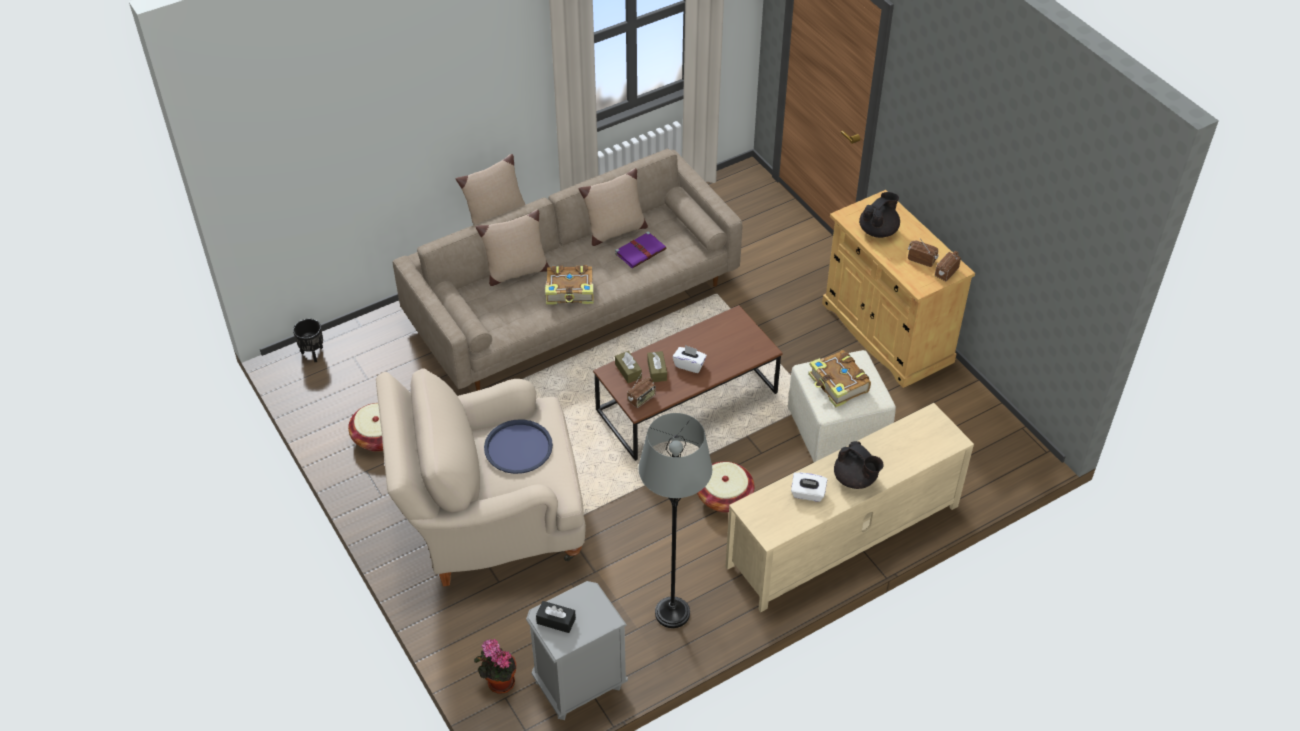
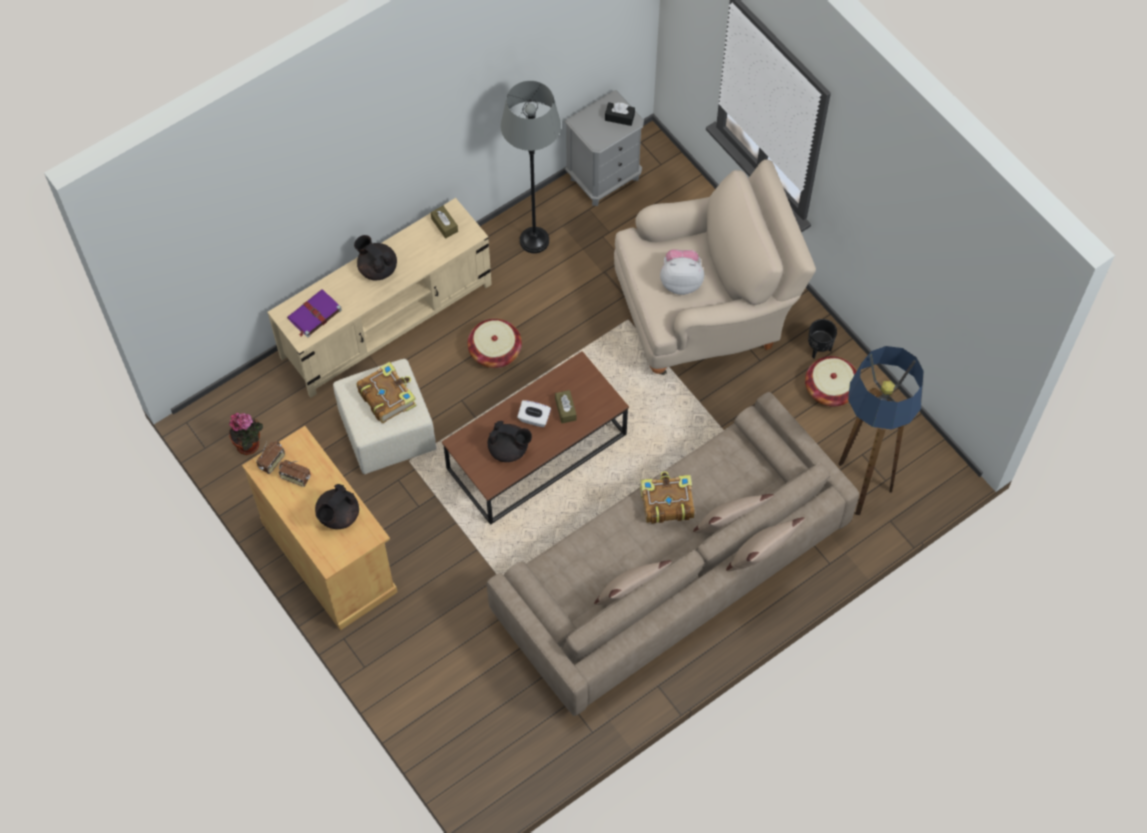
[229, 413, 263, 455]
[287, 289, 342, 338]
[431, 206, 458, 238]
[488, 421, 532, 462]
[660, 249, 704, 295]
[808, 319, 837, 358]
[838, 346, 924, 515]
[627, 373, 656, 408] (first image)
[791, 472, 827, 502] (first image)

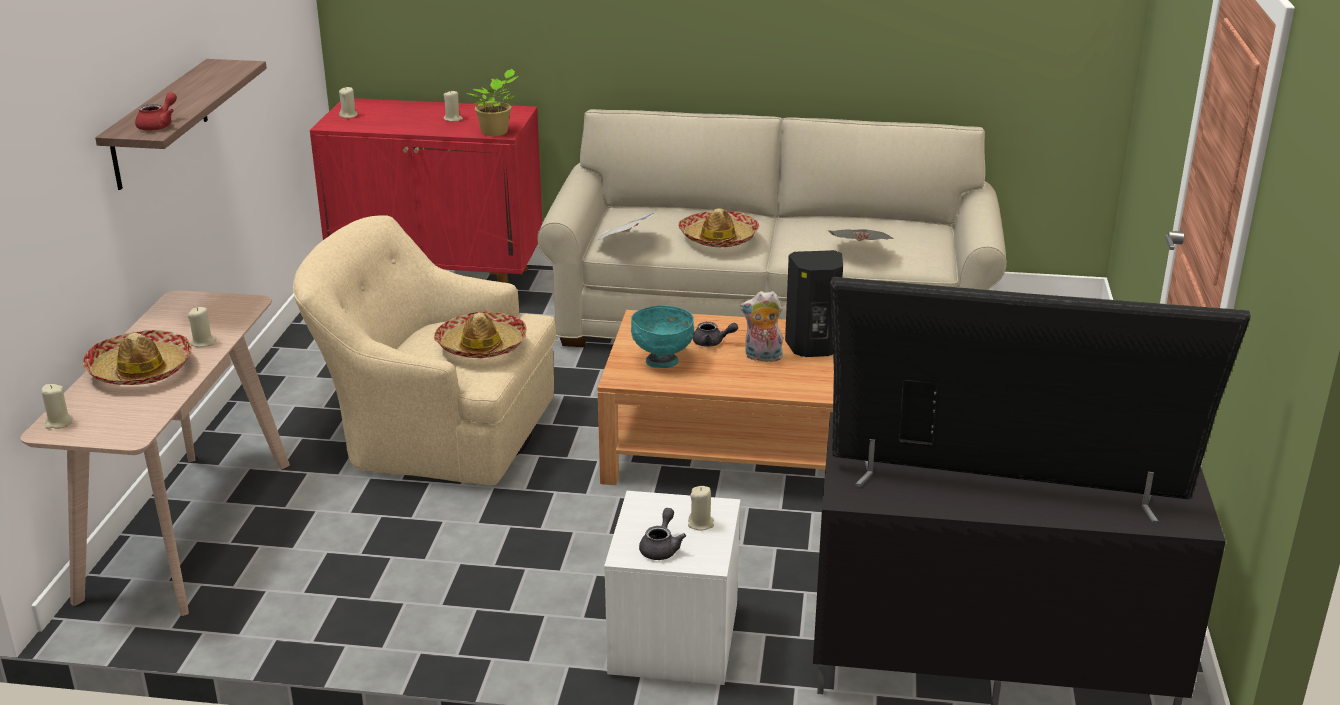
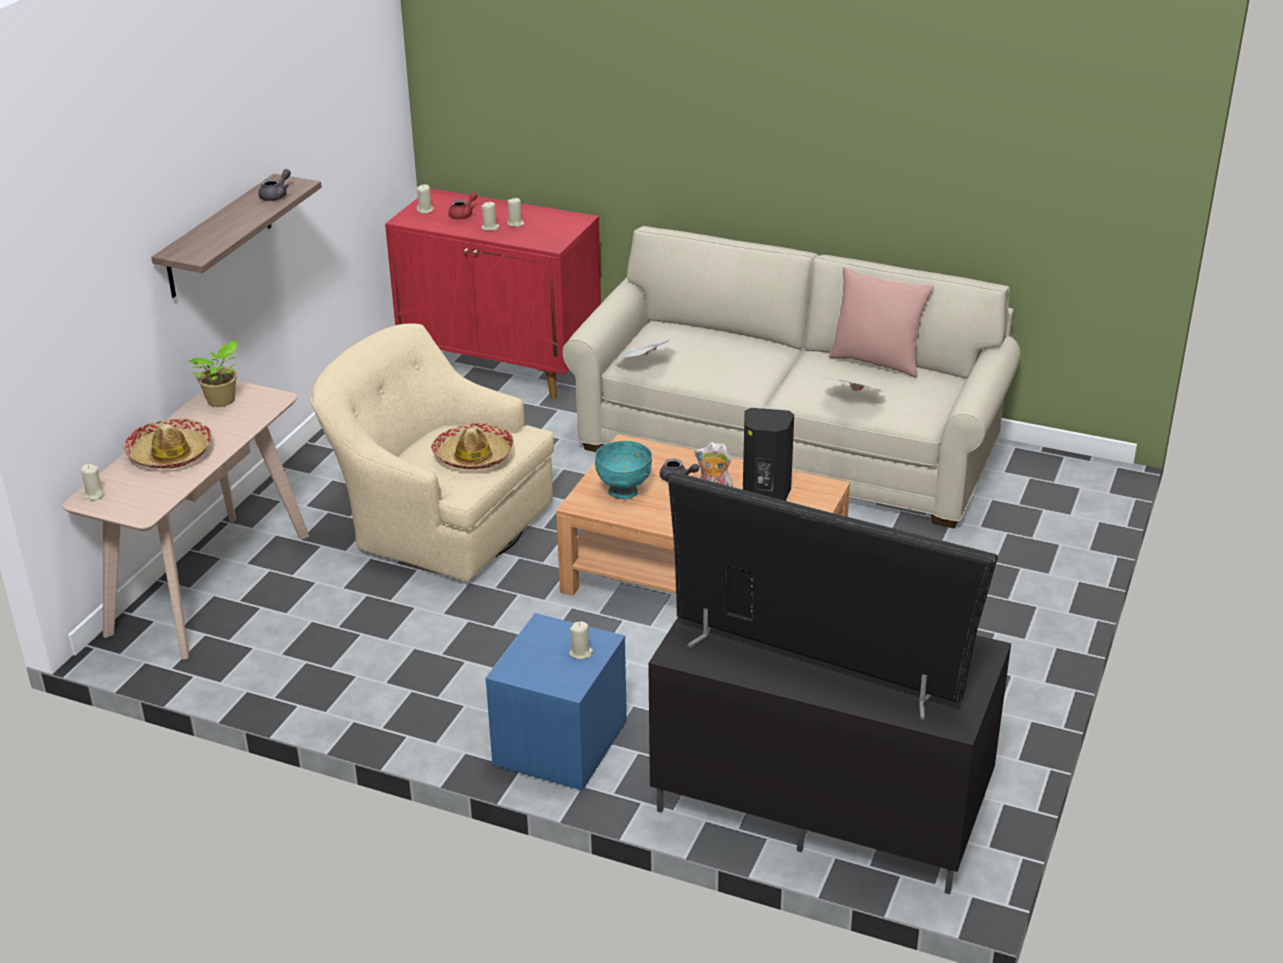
[188, 340, 237, 407]
[259, 169, 291, 201]
[448, 192, 478, 219]
[481, 202, 499, 231]
[485, 613, 627, 791]
[829, 267, 934, 378]
[678, 208, 759, 247] (first image)

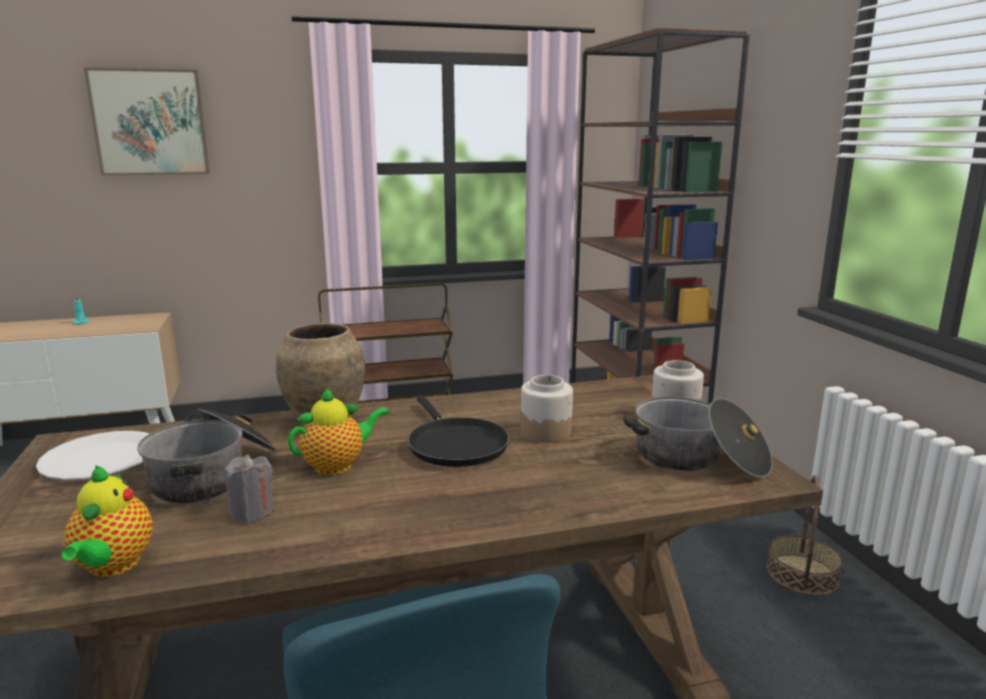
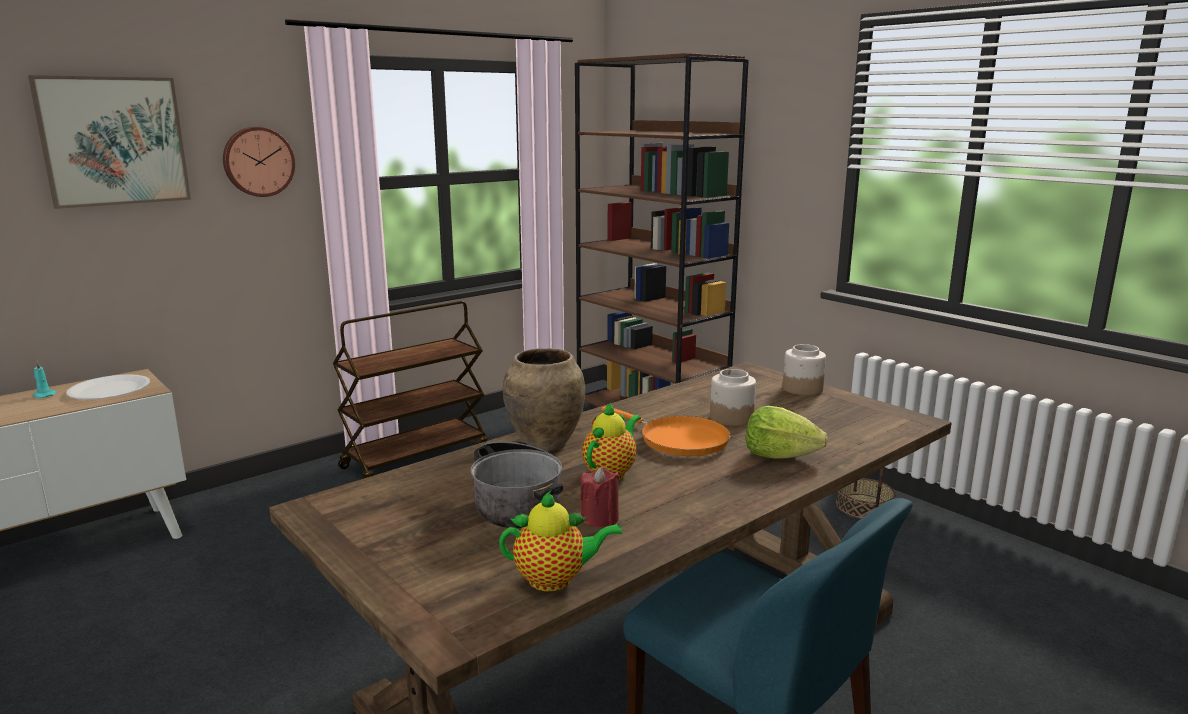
[66, 374, 150, 400]
[223, 127, 295, 197]
[499, 491, 622, 591]
[580, 467, 619, 528]
[601, 406, 731, 456]
[745, 406, 828, 459]
[623, 397, 773, 478] (first image)

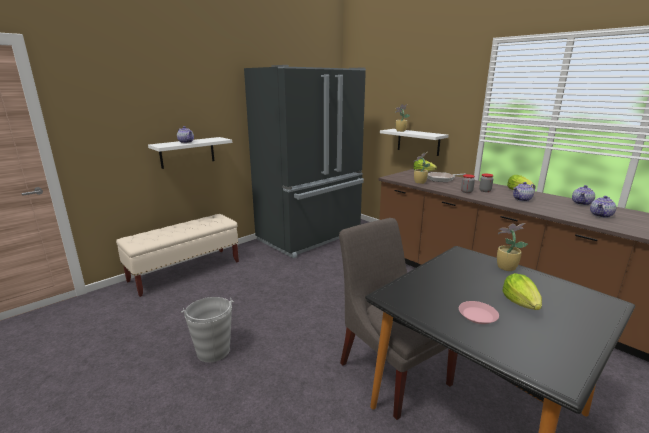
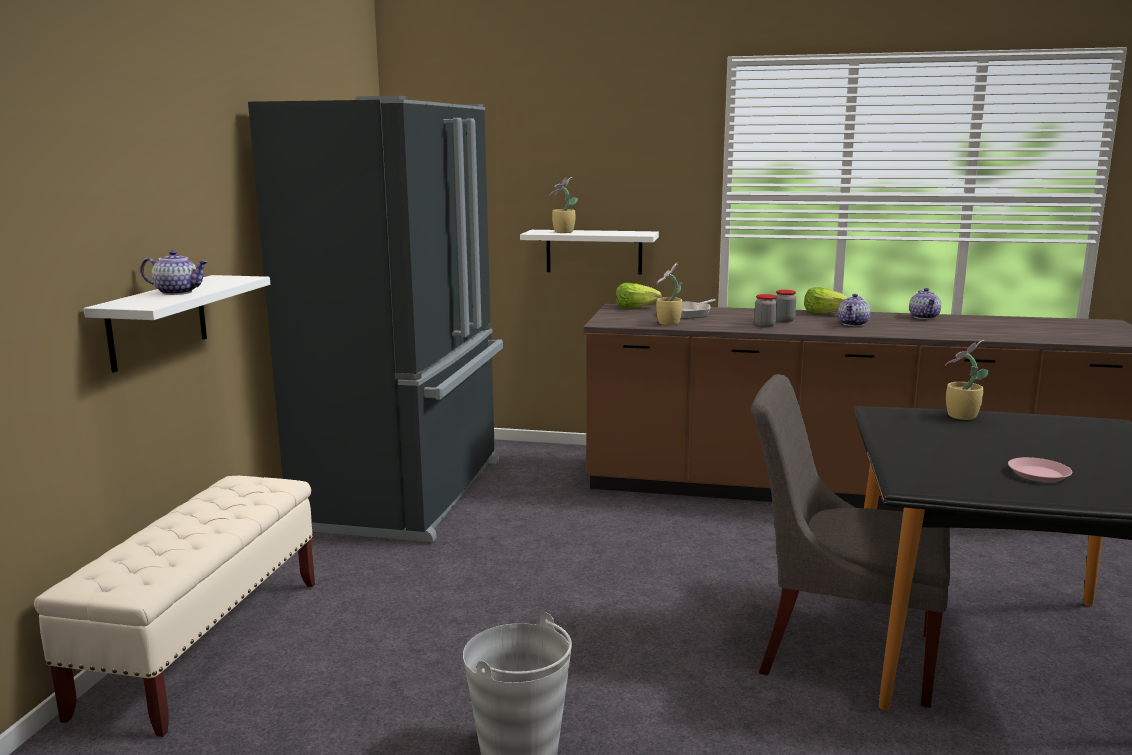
[503, 273, 542, 310] (first image)
[590, 196, 616, 218] (first image)

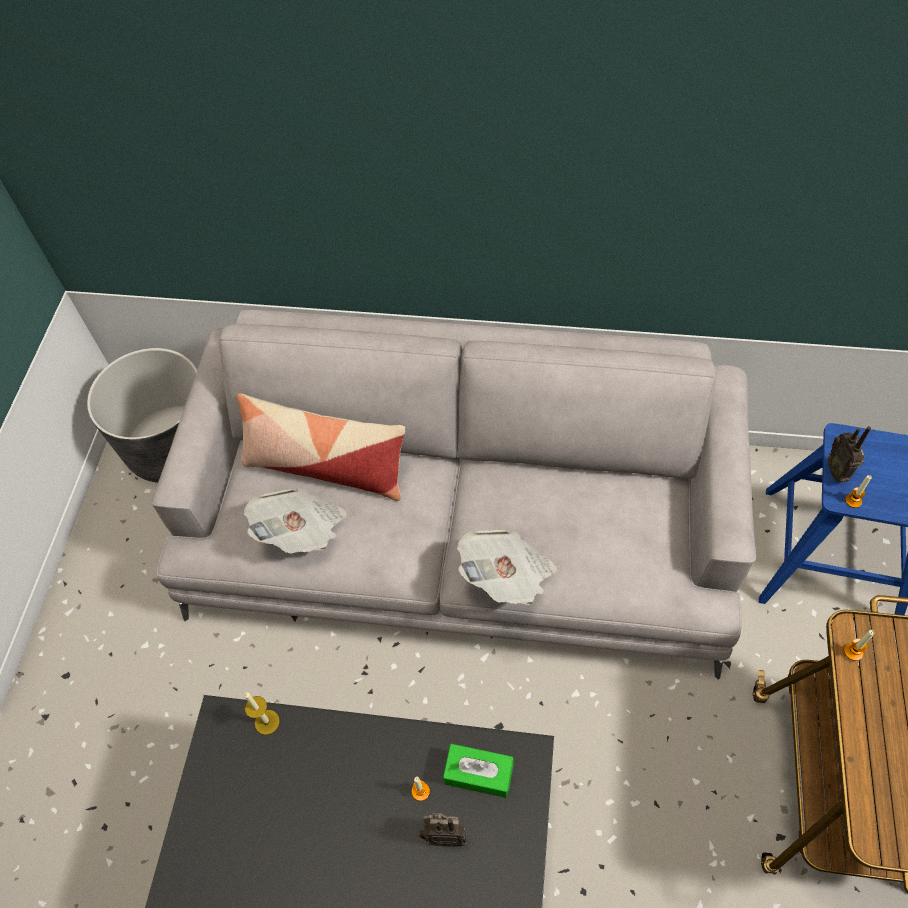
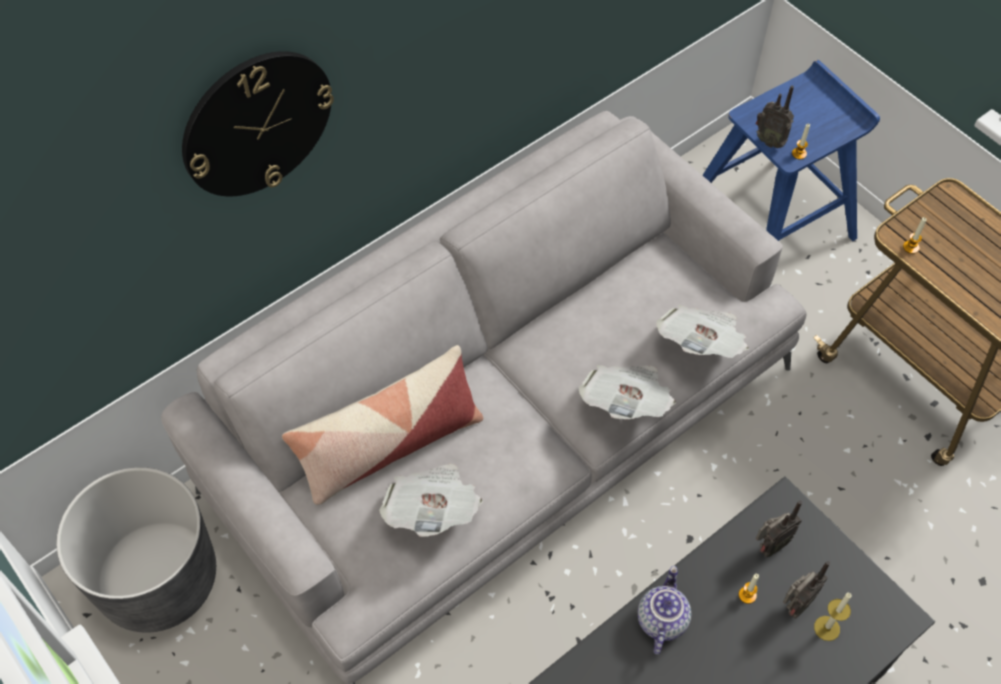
[182, 51, 334, 196]
[638, 566, 691, 655]
[656, 305, 749, 358]
[756, 500, 802, 557]
[814, 593, 852, 641]

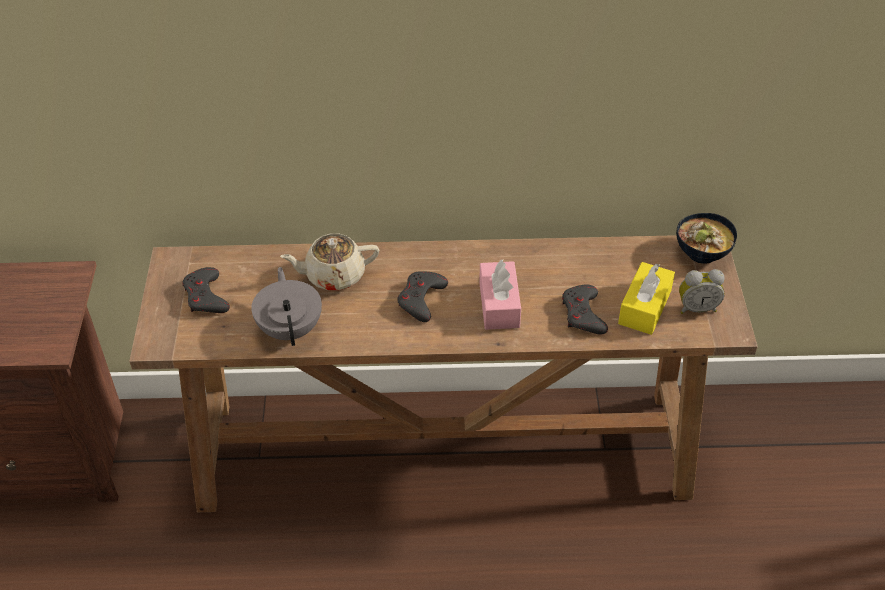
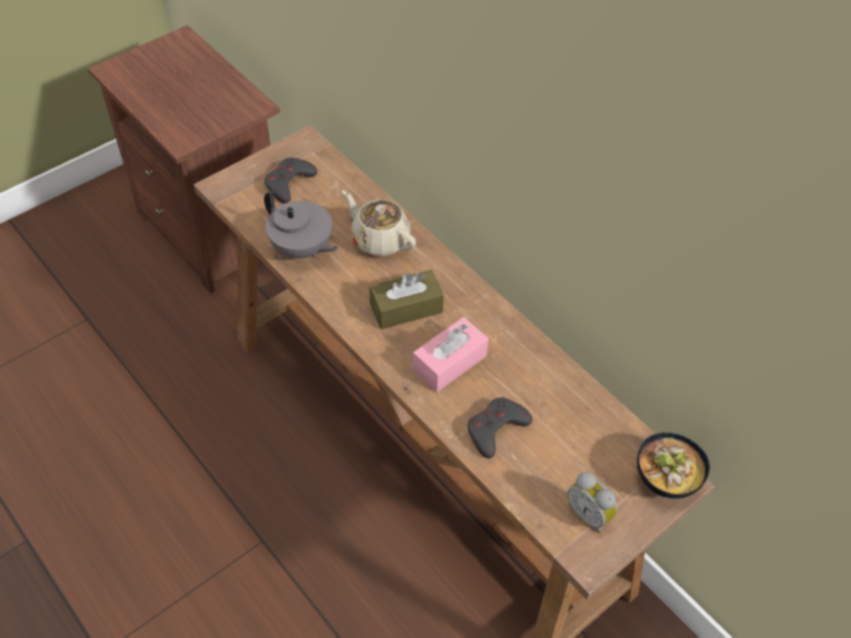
[264, 191, 338, 258]
[369, 270, 444, 329]
[618, 262, 675, 335] (first image)

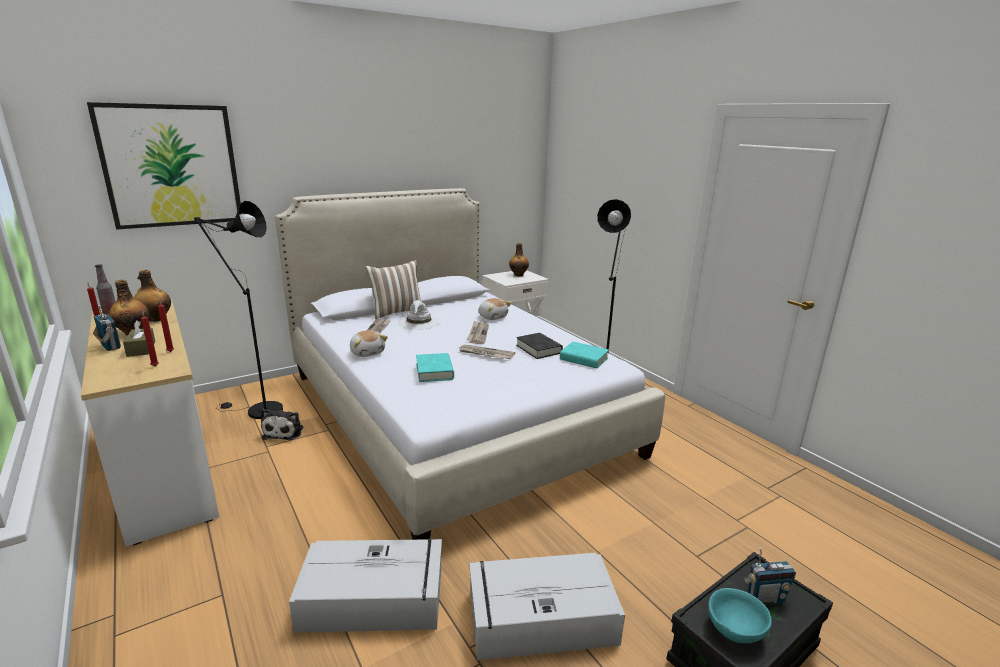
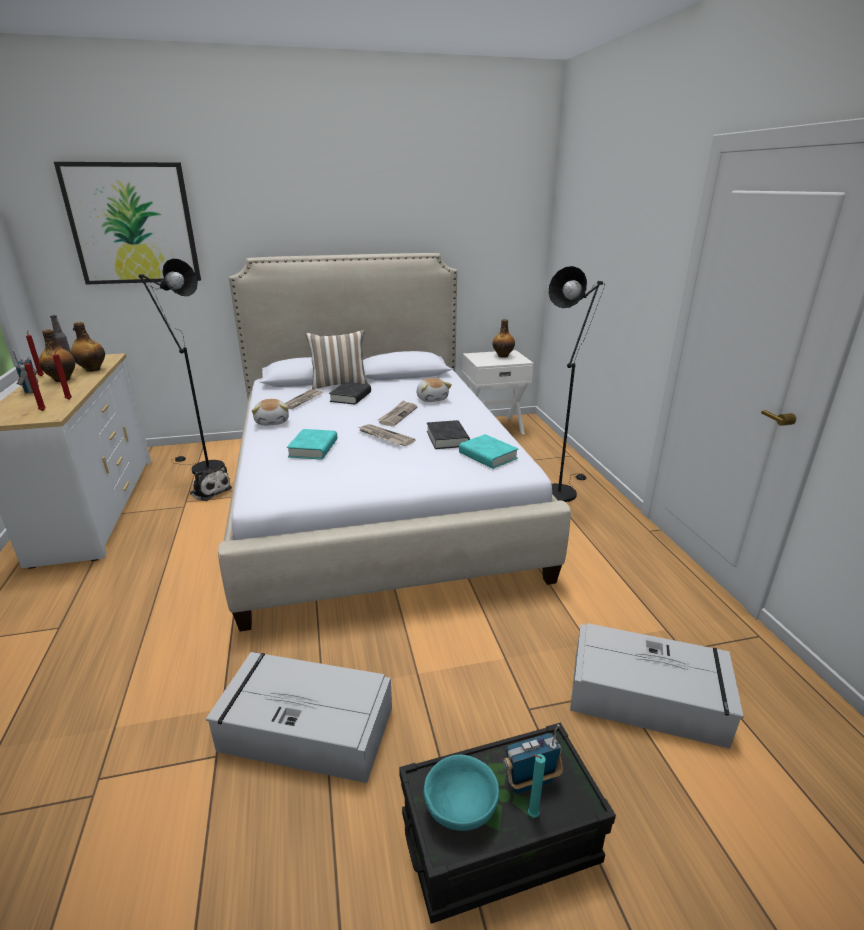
[190, 464, 232, 501]
[329, 382, 371, 405]
[503, 724, 563, 794]
[528, 754, 546, 818]
[570, 623, 744, 749]
[123, 320, 155, 357] (first image)

